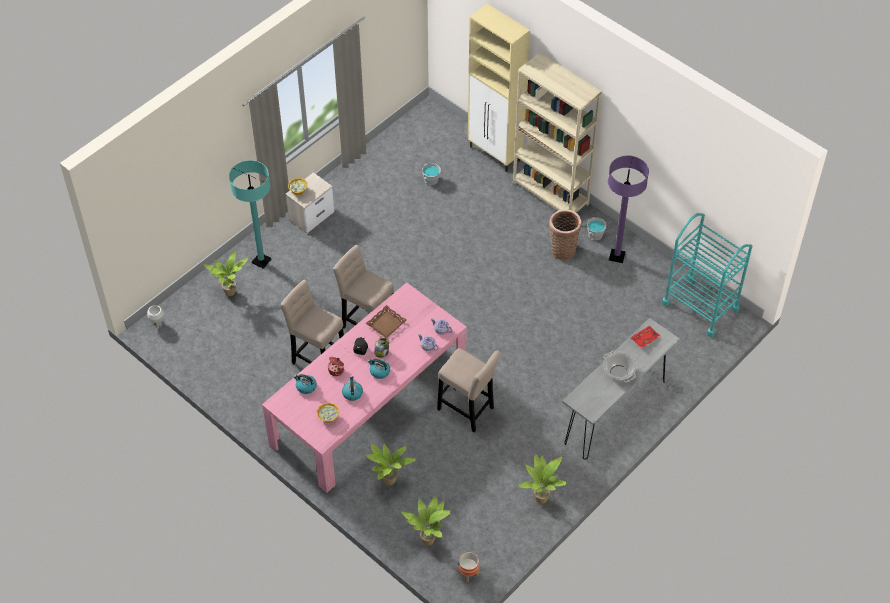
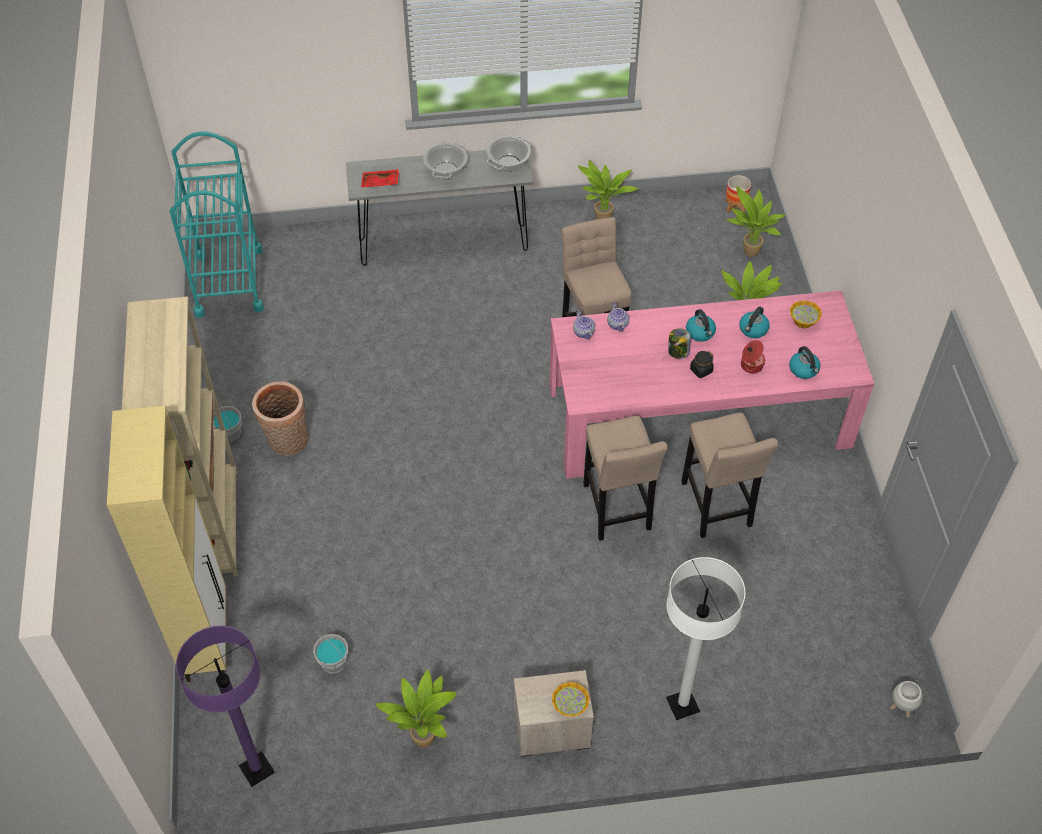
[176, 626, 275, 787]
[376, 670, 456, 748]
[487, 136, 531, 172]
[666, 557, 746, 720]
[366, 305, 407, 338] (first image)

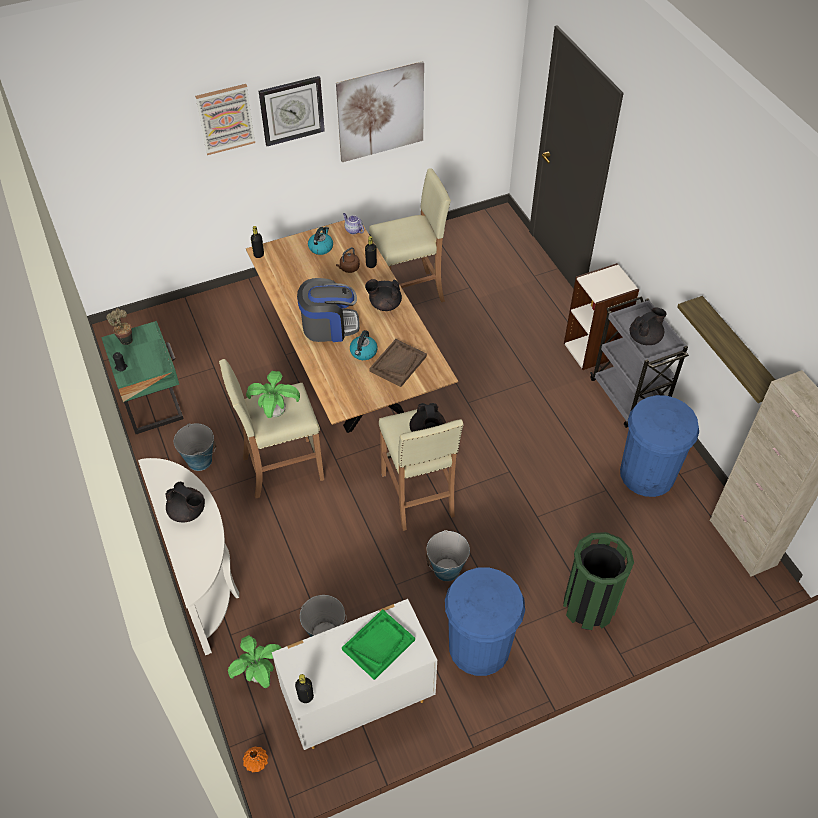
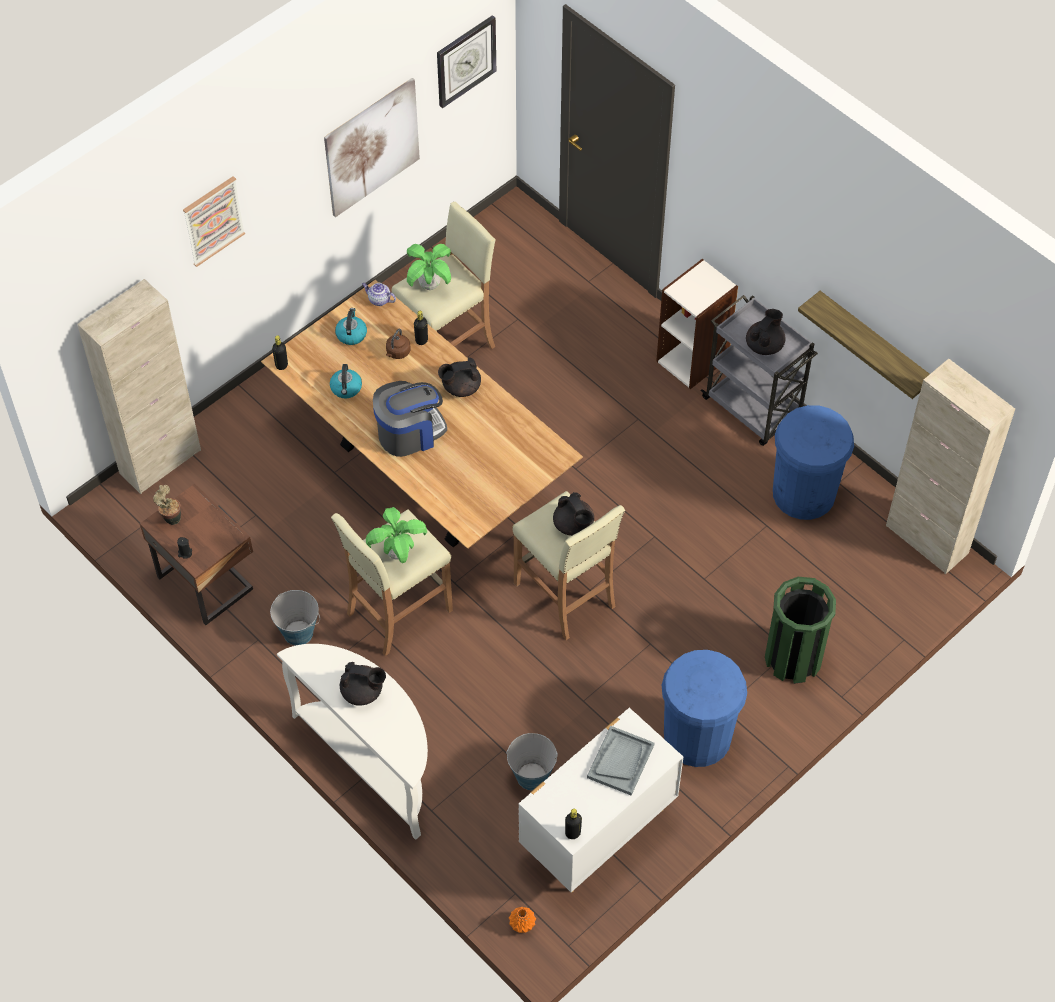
[77, 279, 201, 494]
[140, 483, 253, 625]
[330, 364, 362, 399]
[407, 244, 451, 290]
[437, 15, 496, 108]
[587, 726, 654, 796]
[369, 339, 427, 387] (first image)
[426, 530, 470, 581] (first image)

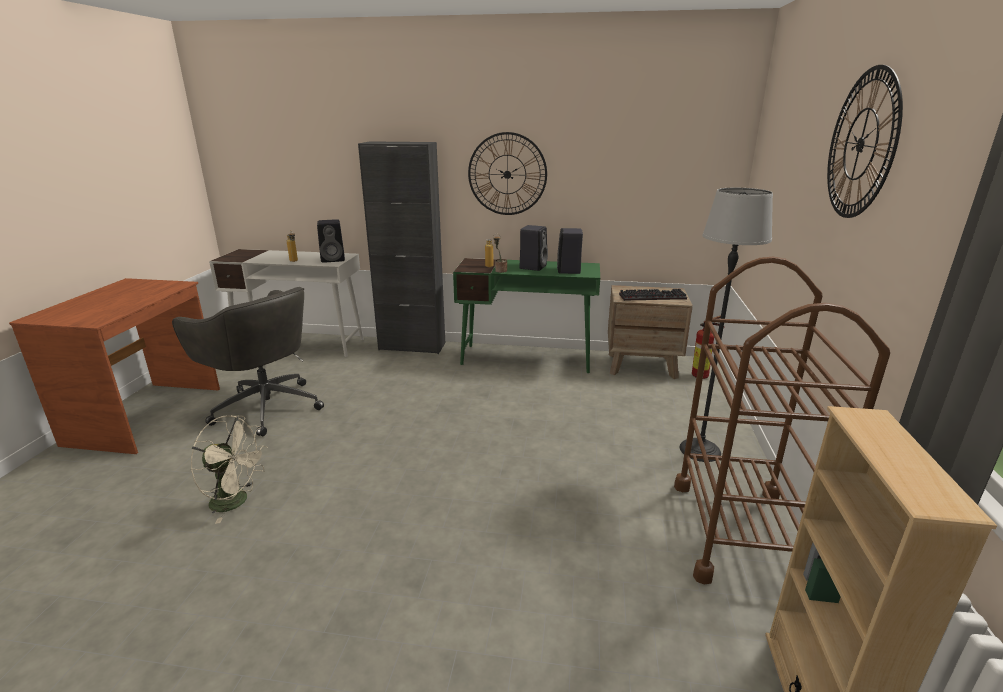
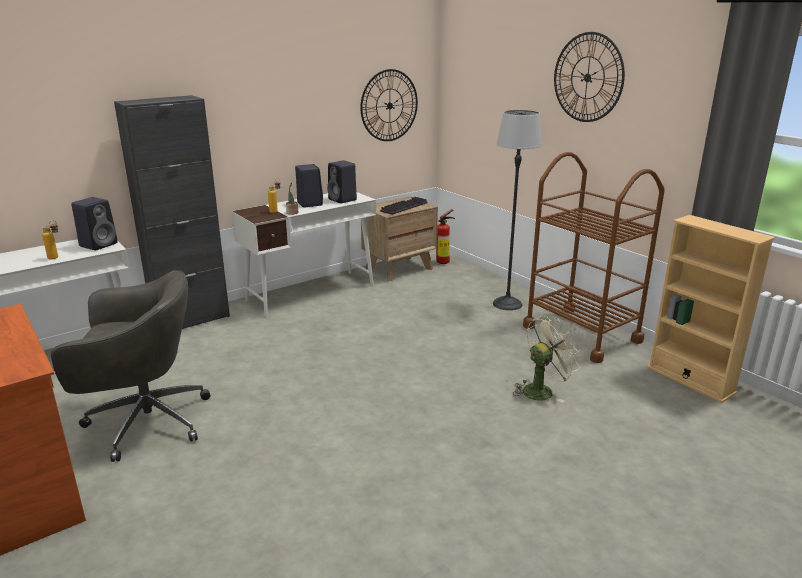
[232, 192, 376, 317]
[360, 69, 418, 141]
[513, 316, 581, 403]

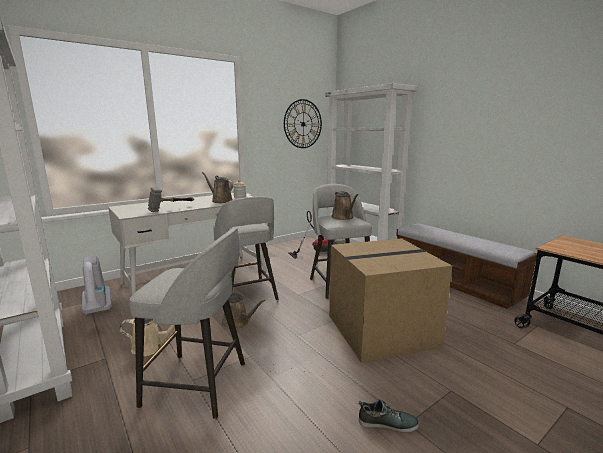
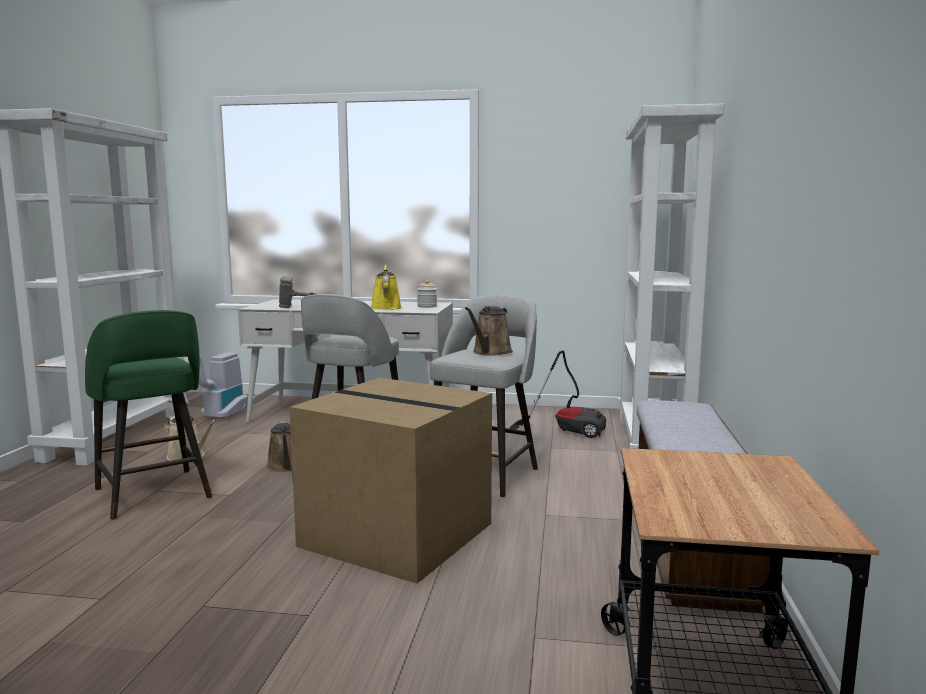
[85, 310, 212, 520]
[371, 264, 402, 310]
[284, 99, 322, 148] (first image)
[359, 399, 419, 433] (first image)

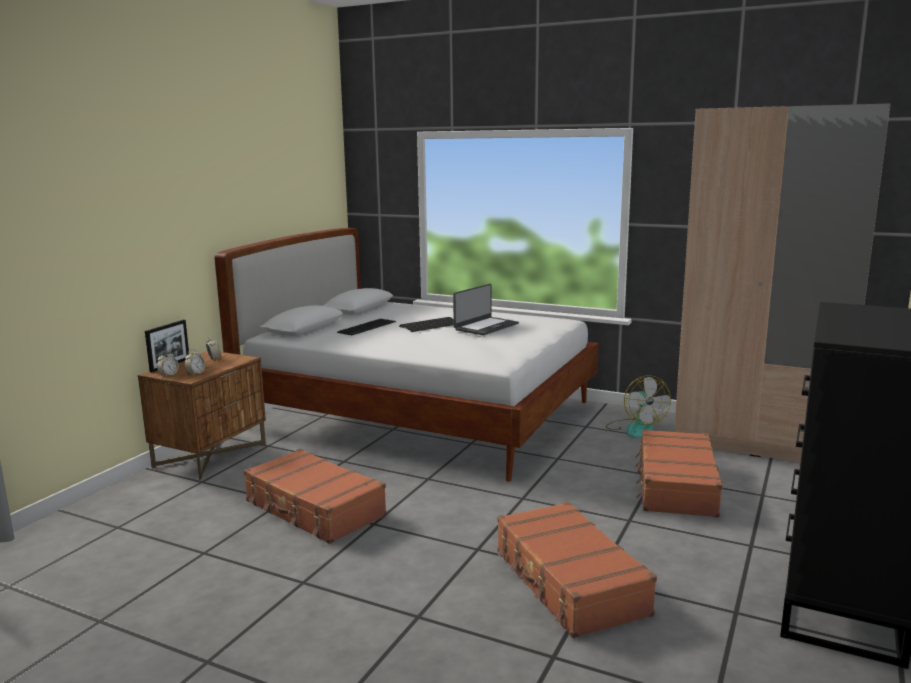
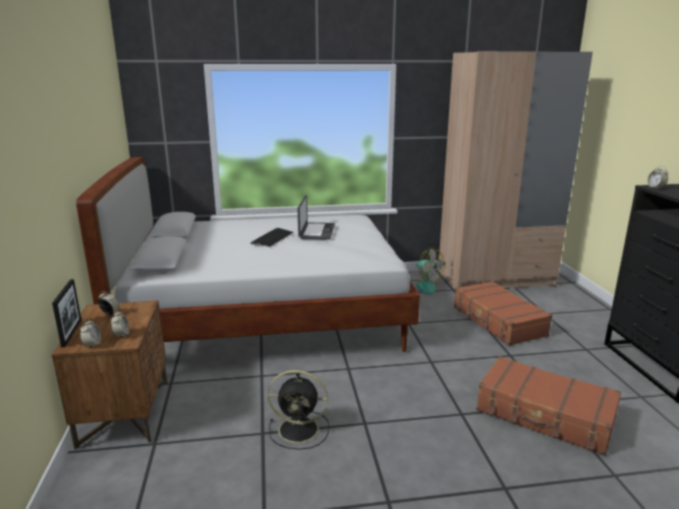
[267, 370, 329, 450]
[647, 166, 668, 189]
[337, 319, 396, 335] (first image)

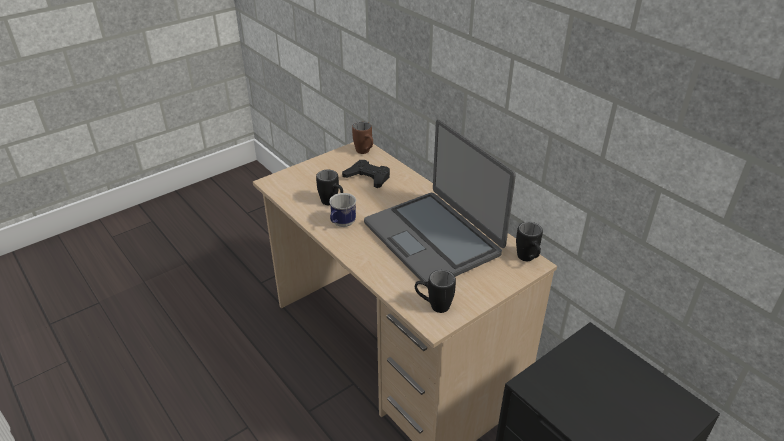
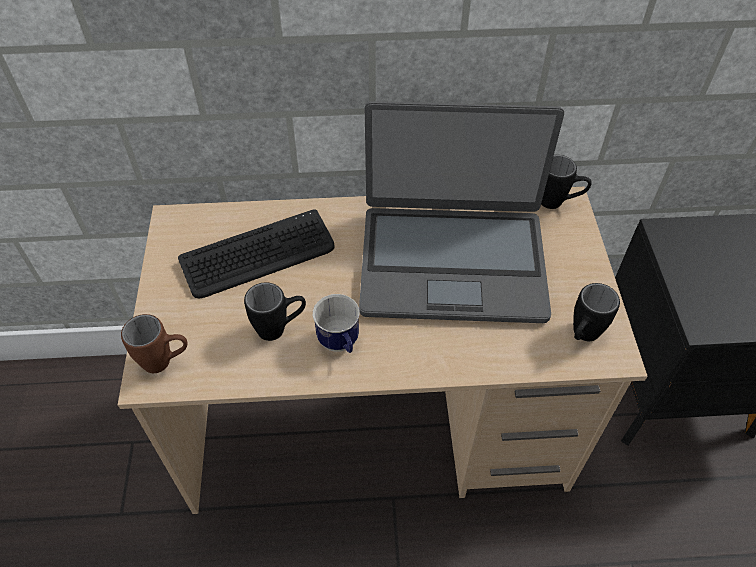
[121, 314, 187, 373]
[178, 209, 335, 299]

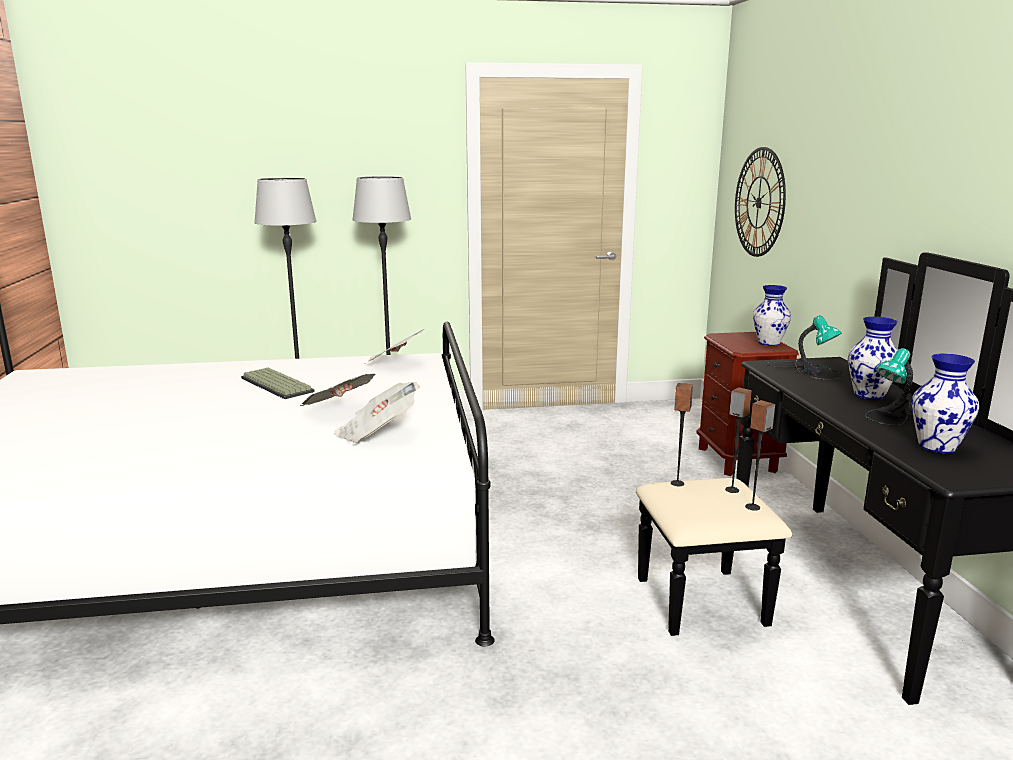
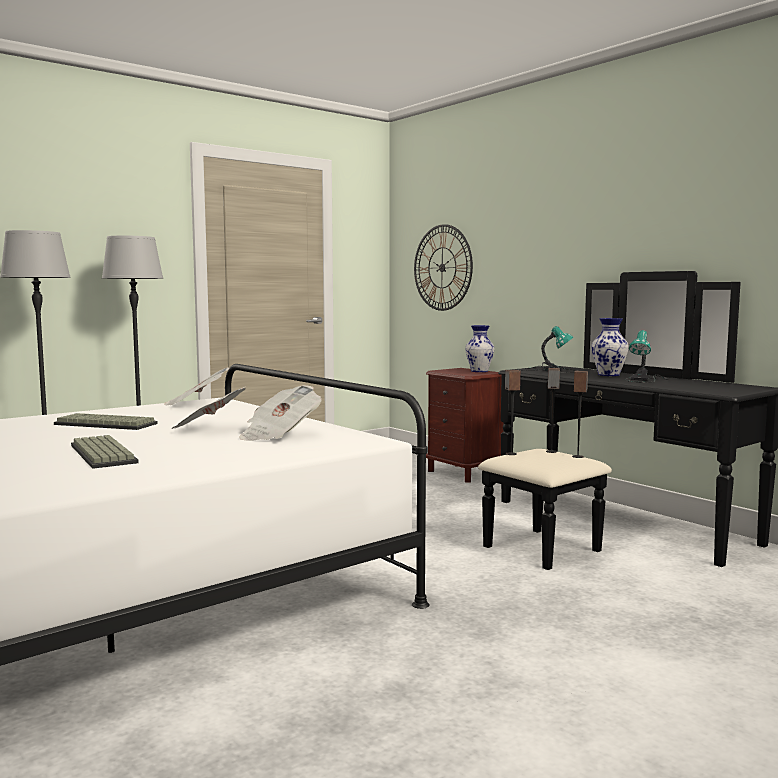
[71, 435, 139, 469]
[912, 354, 979, 453] (first image)

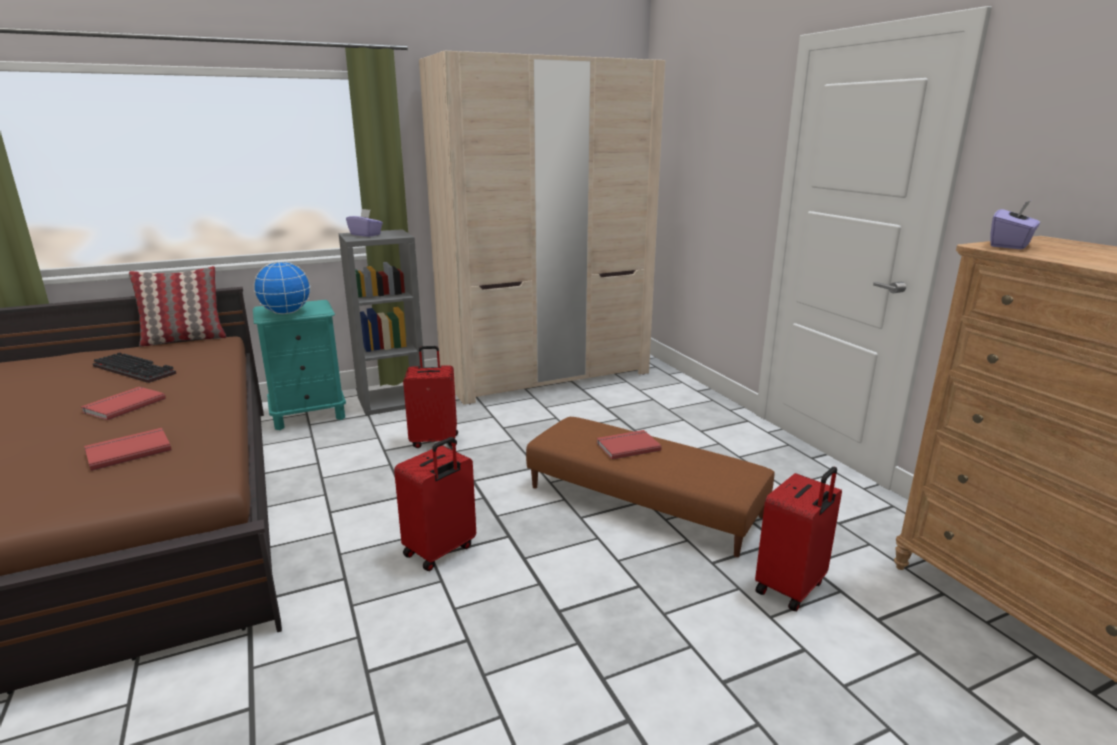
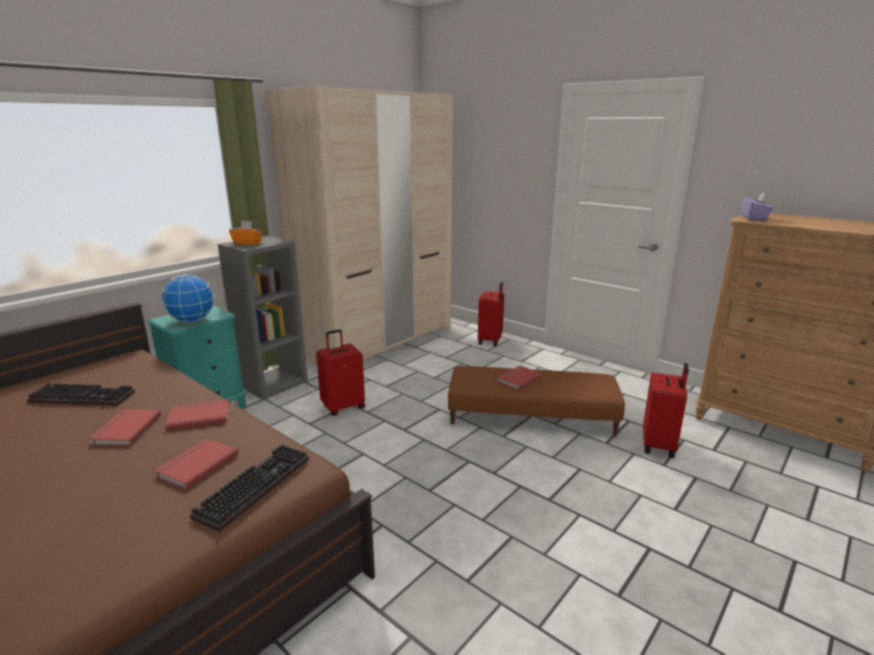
[166, 399, 230, 430]
[190, 444, 309, 532]
[229, 221, 263, 245]
[478, 282, 504, 346]
[129, 266, 226, 347] (first image)

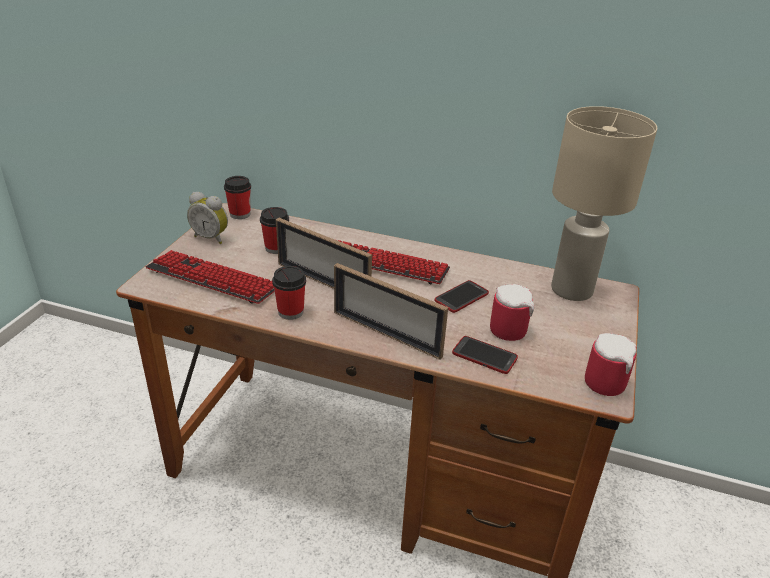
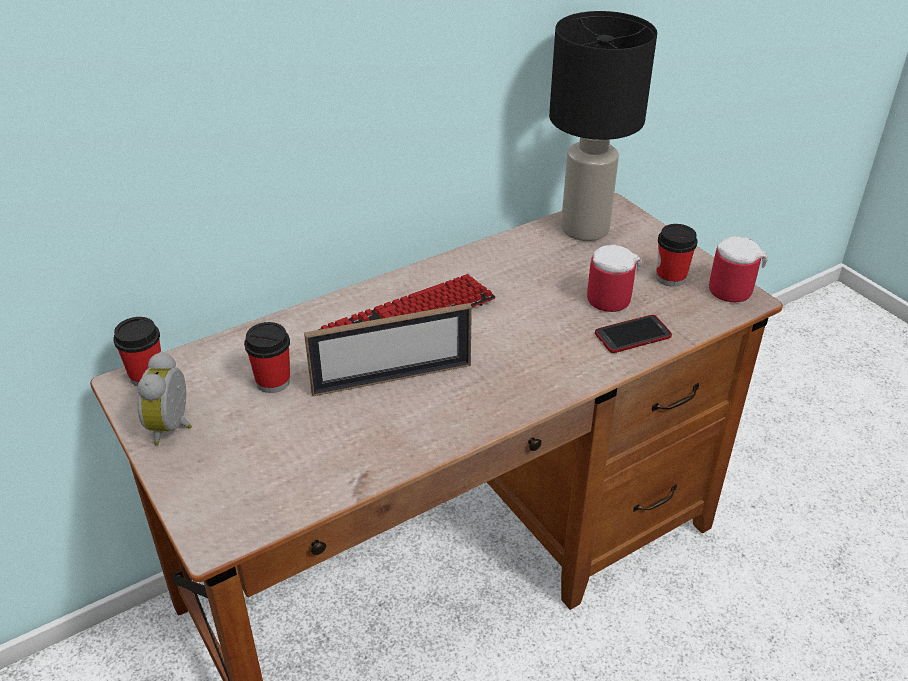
[137, 351, 192, 445]
[549, 11, 657, 241]
[656, 224, 698, 287]
[146, 250, 275, 304] (first image)
[334, 263, 448, 360] (first image)
[434, 280, 489, 313] (first image)

